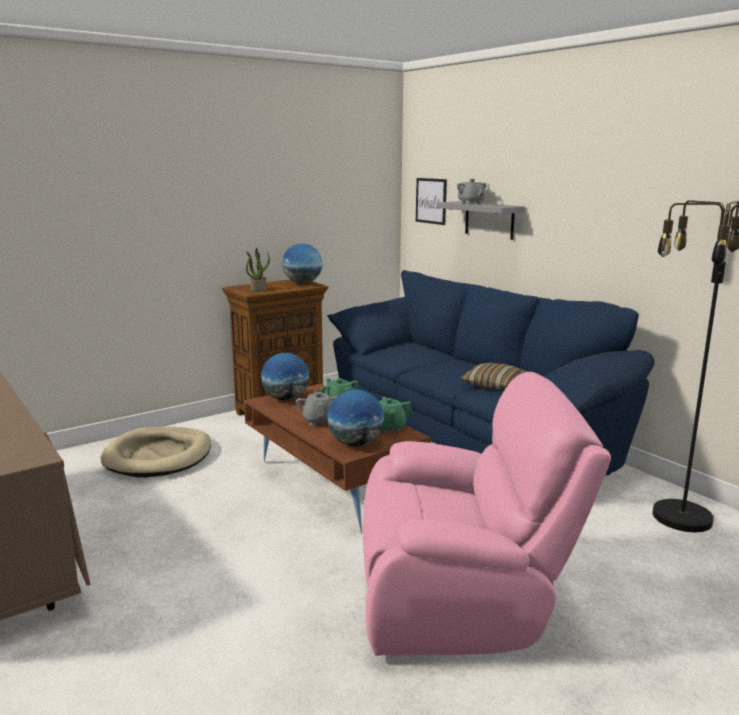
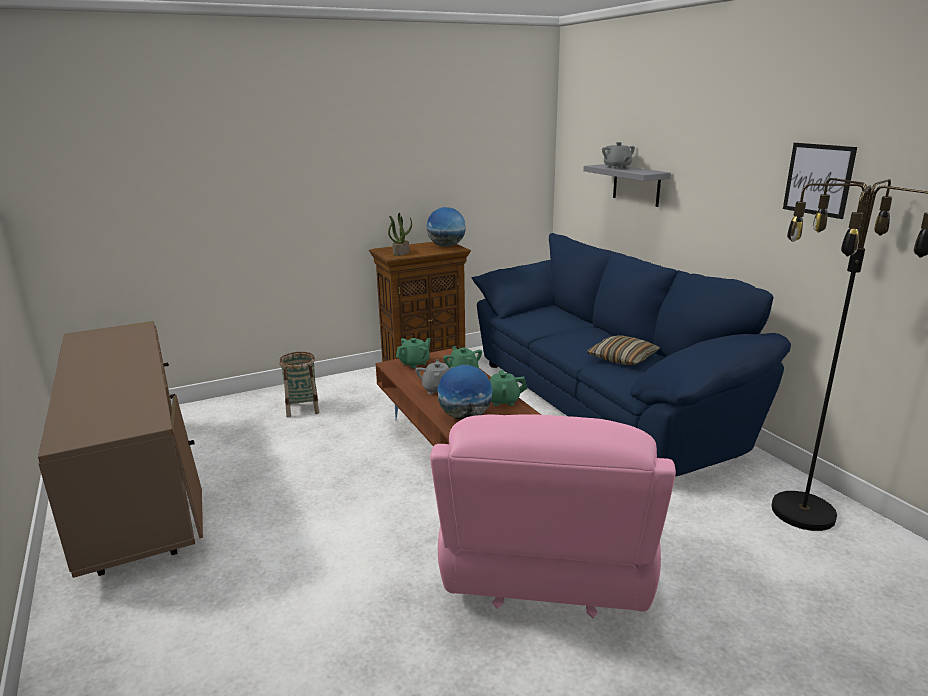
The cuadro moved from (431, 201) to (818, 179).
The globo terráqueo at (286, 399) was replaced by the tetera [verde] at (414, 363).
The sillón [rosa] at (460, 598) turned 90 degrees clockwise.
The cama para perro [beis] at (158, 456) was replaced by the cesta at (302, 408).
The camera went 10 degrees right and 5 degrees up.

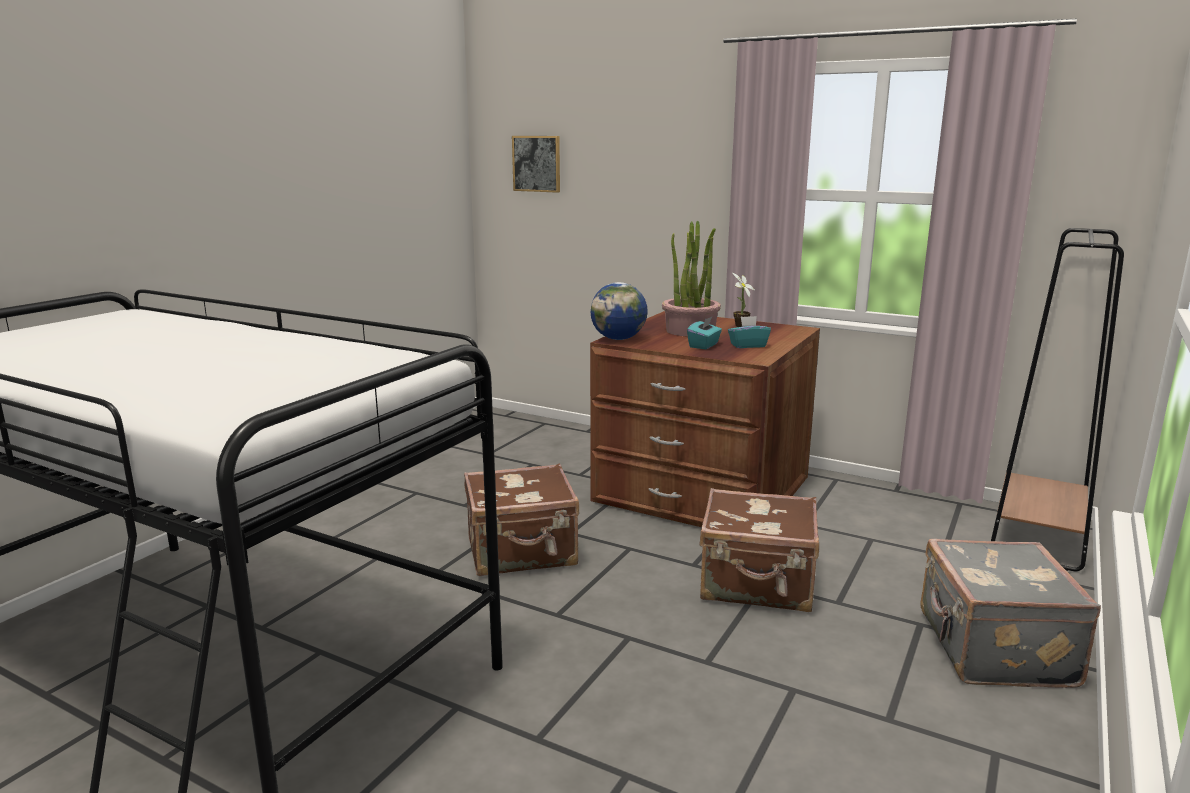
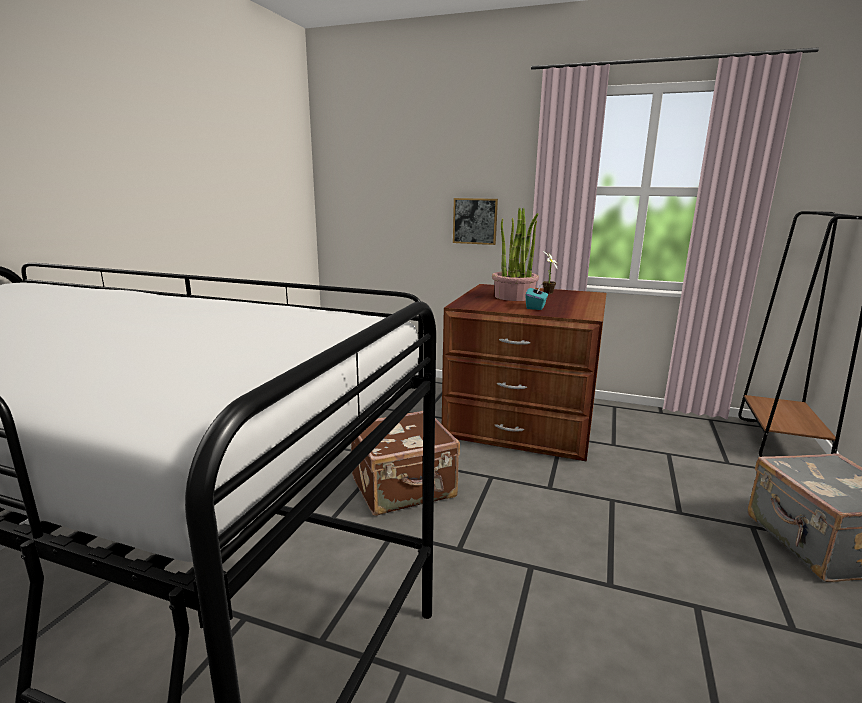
The cuadro moved from (536, 163) to (475, 221).
The globo terráqueo at (618, 339) disappeared.
The caja de pañuelos [turquesa] at (748, 345) disappeared.
The maleta [marrón] at (757, 584) disappeared.
The camera went 10 degrees left and 0 degrees up.

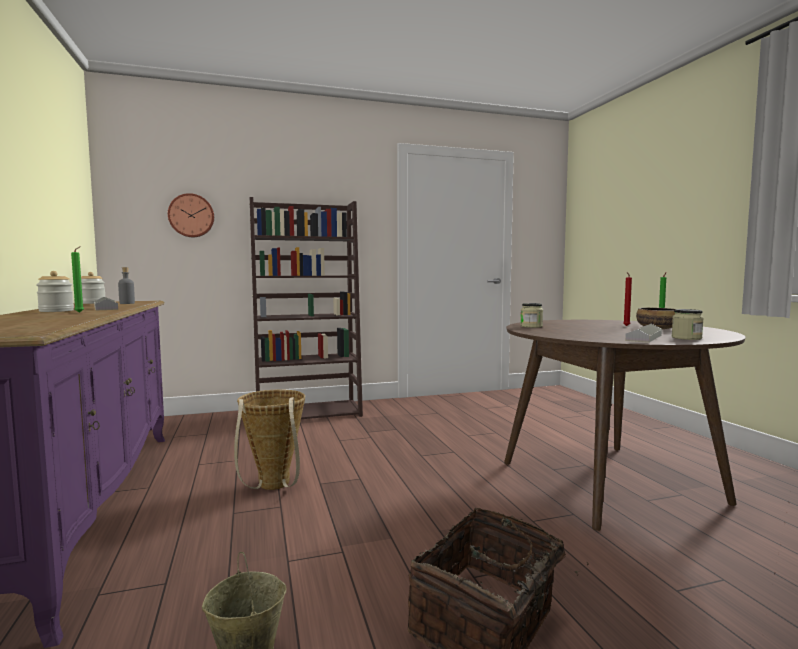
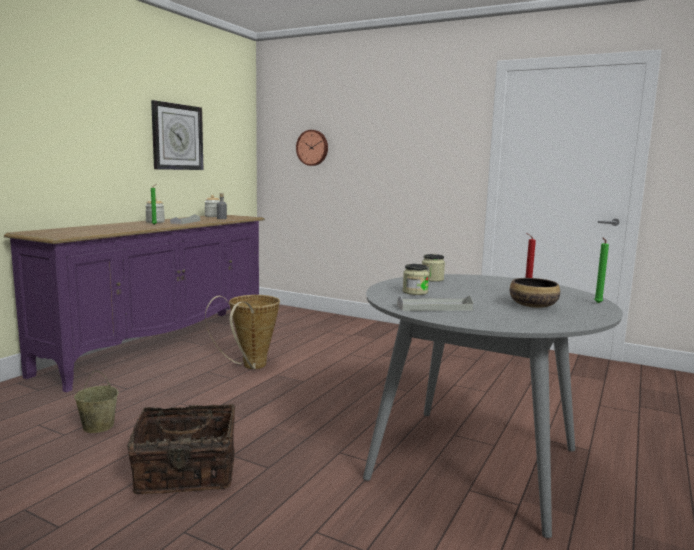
The estantería [marrón] at (309, 413) disappeared.
The tarro moved from (686, 338) to (415, 292).
The mesa de comedor [marrón] at (608, 482) became the mesa de comedor [gris] at (474, 464).
The reloj de pared at (177, 137) appeared.
The camera went 45 degrees right and 5 degrees up.

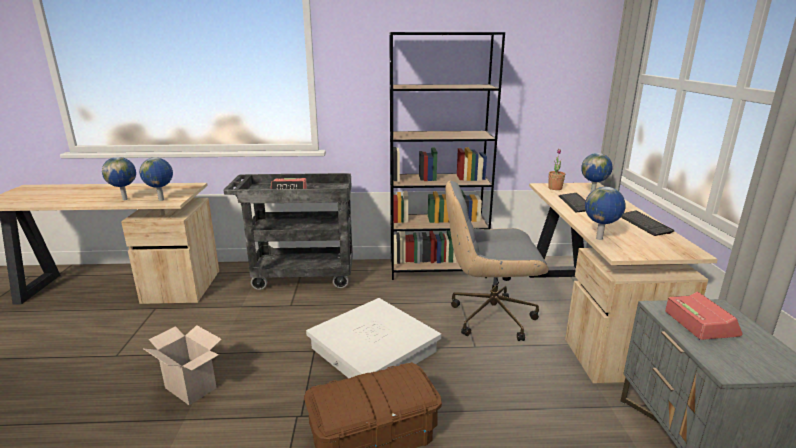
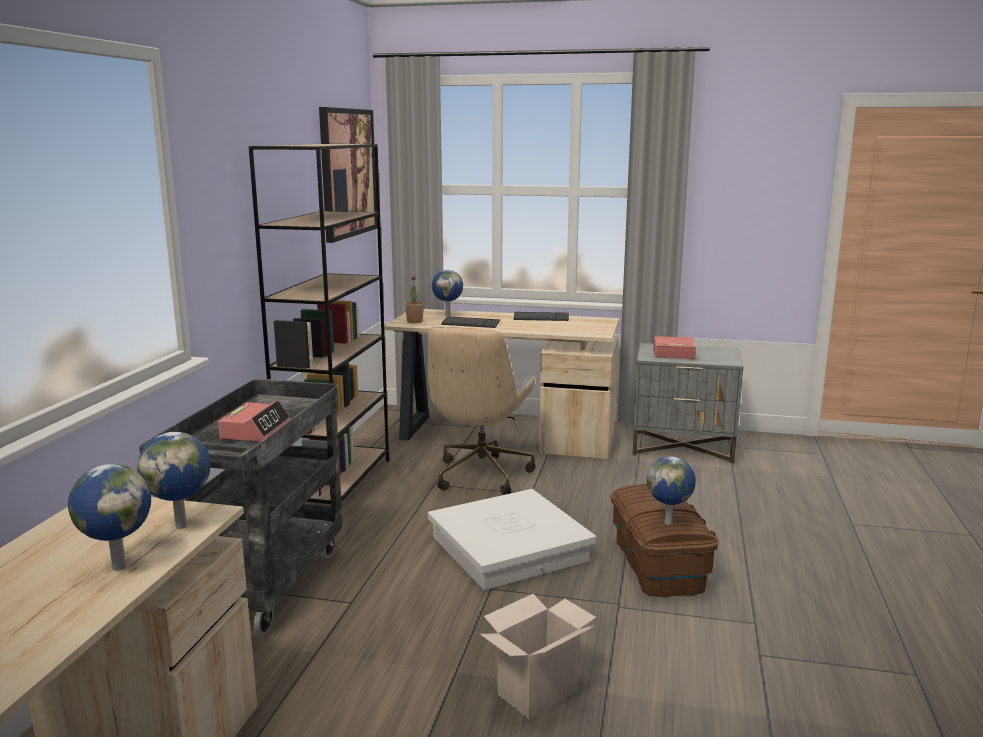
The globo terráqueo moved from (600, 239) to (669, 522).
The cuadro at (347, 173) appeared.
The camera went 75 degrees left and 5 degrees down.

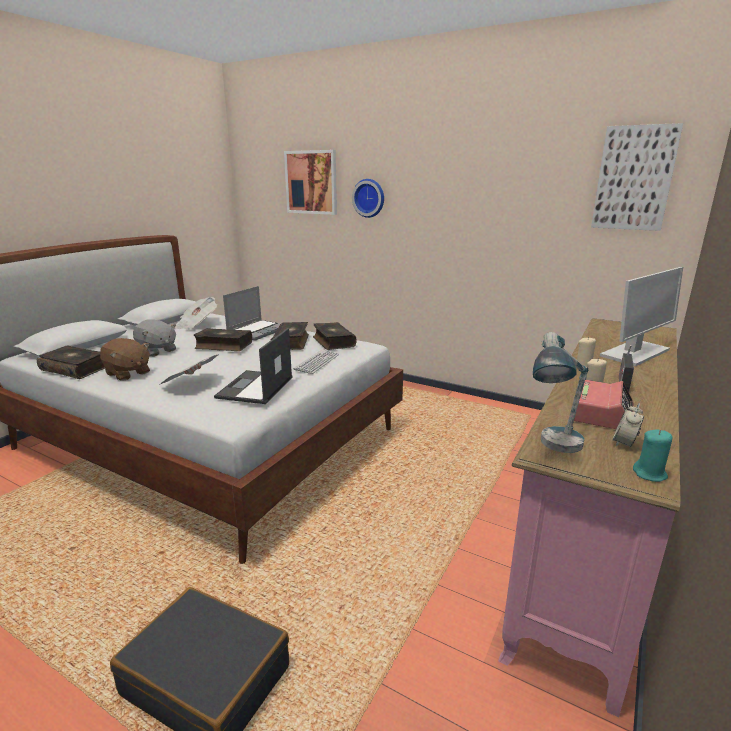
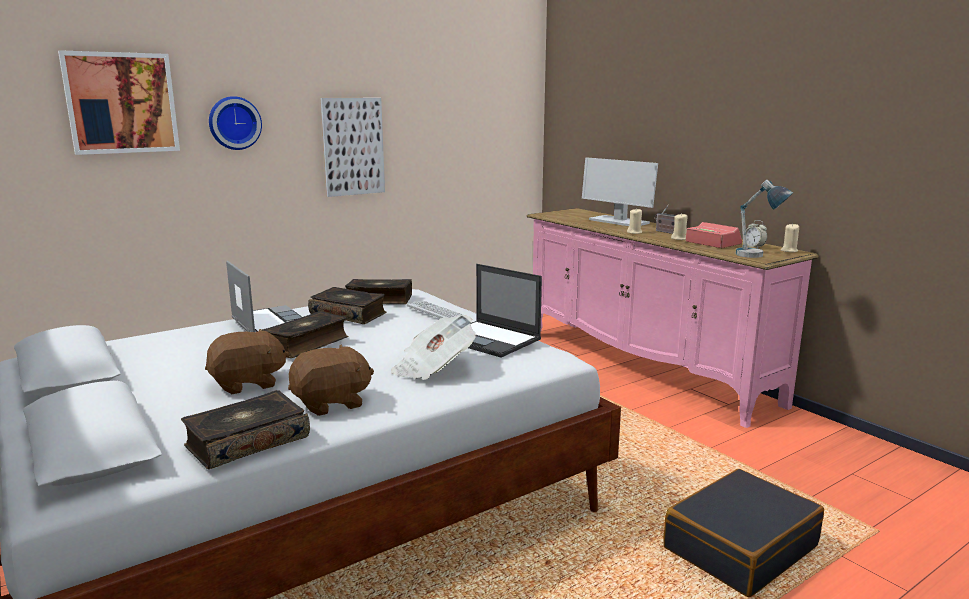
The cuadro moved from (634, 178) to (353, 146).
The monitor at (635, 353) turned 150 degrees clockwise.
The periódico at (196, 325) disappeared.
The peluche [gris] at (156, 351) became the peluche [marrón] at (248, 383).
The vela [turquesa] at (649, 474) became the vela [beis] at (789, 251).
The camera went 65 degrees left and 5 degrees down.

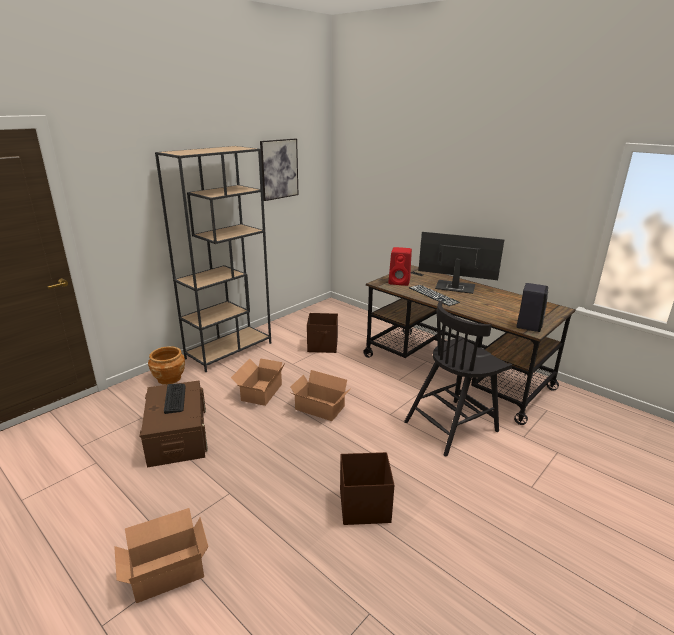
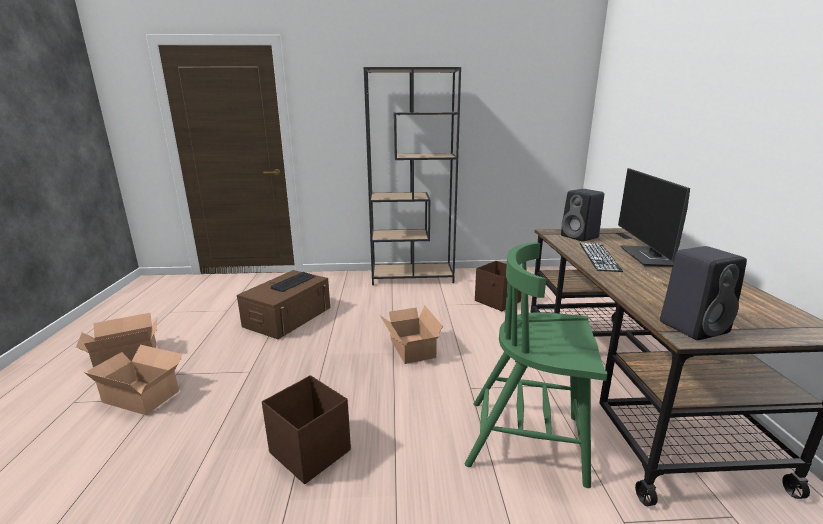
The cuadro at (279, 169) disappeared.
The monitor at (454, 287) turned 150 degrees counterclockwise.
The altavoz [rojo] at (400, 282) became the altavoz [negro] at (580, 237).
The silla [negro] at (452, 425) became the silla [verde] at (528, 440).
The maceta [marrón] at (169, 378) disappeared.
The caja de cartón moved from (259, 392) to (125, 356).
The camera went 45 degrees right and 5 degrees down.

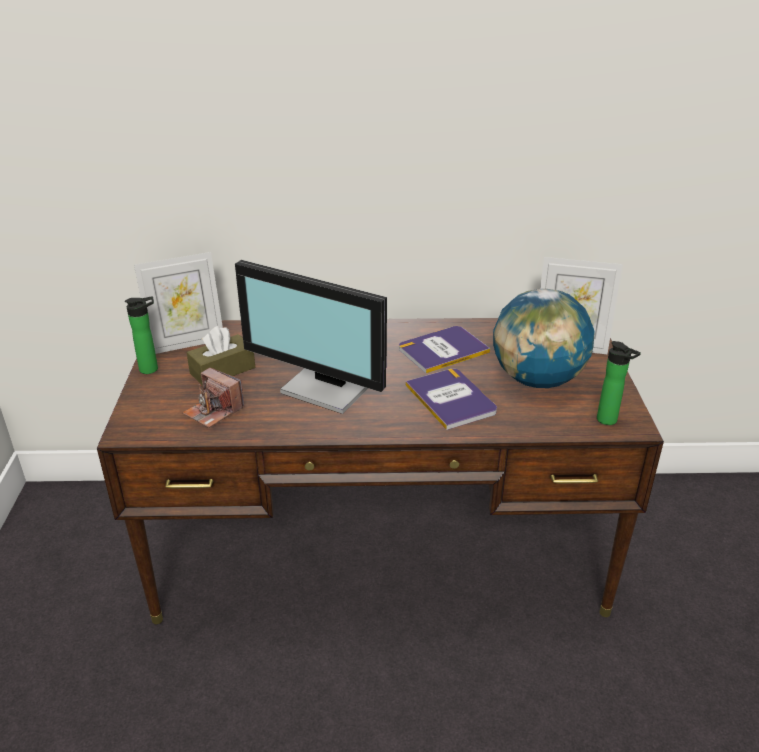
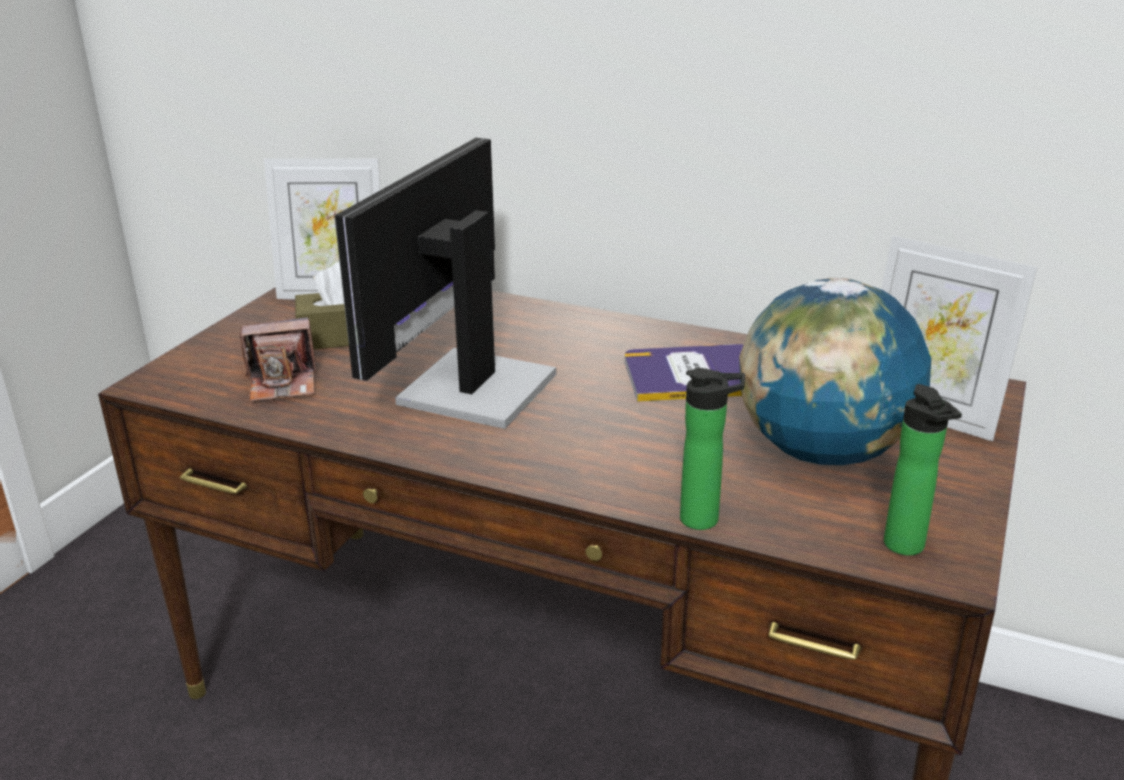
The monitor at (329, 387) turned 60 degrees clockwise.
The botella moved from (152, 369) to (705, 520).
The cámara at (214, 411) turned 75 degrees counterclockwise.
The libro at (451, 399) disappeared.
The camera went 25 degrees right and 5 degrees down.

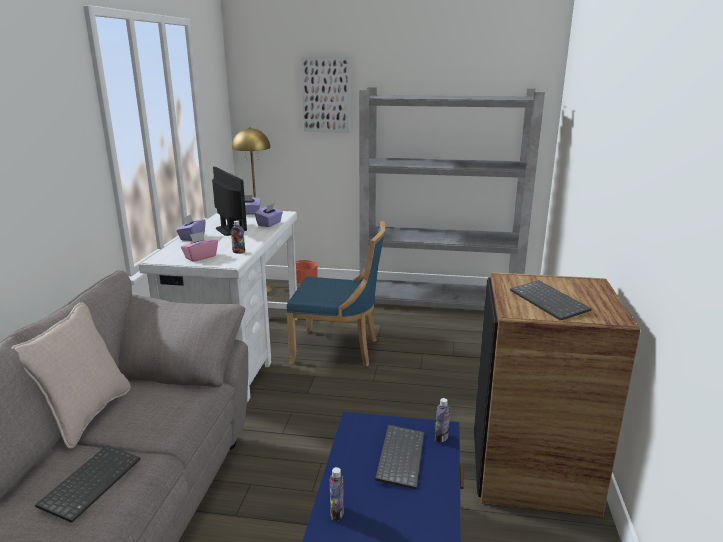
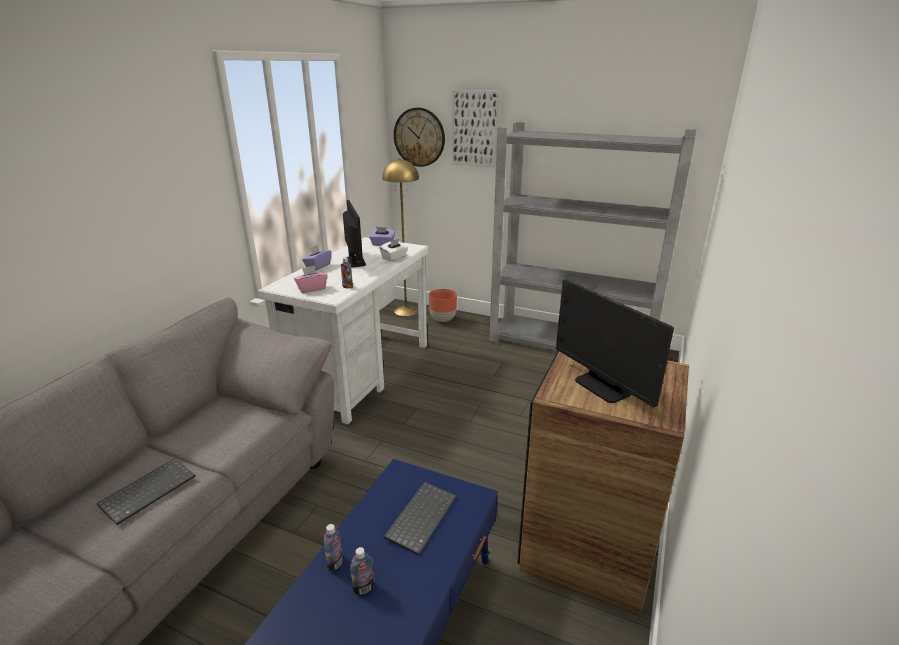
The caja de pañuelos [morado] at (269, 224) became the caja de pañuelos [blanco] at (394, 258).
The silla [azul] at (339, 350) disappeared.
The teclado at (550, 302) was replaced by the monitor at (603, 386).
The cojín [beis] at (86, 415) disappeared.
The botella moved from (441, 438) to (363, 588).
The reloj de pared at (419, 137) appeared.
The camera went 15 degrees right and 5 degrees up.

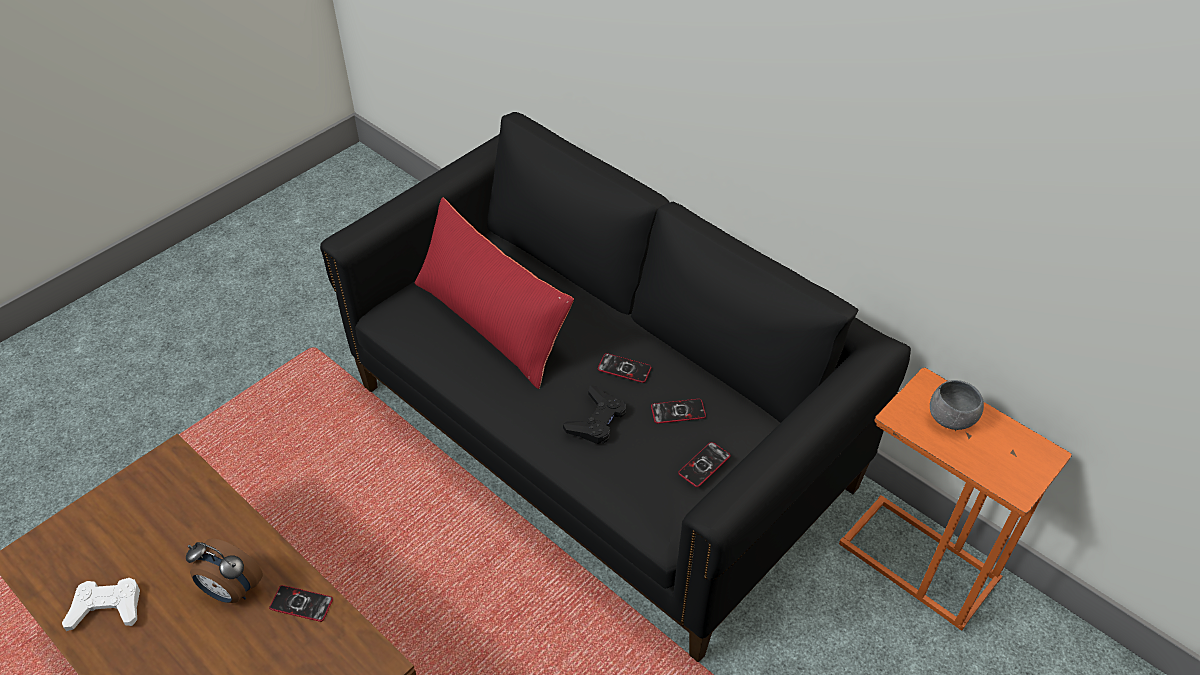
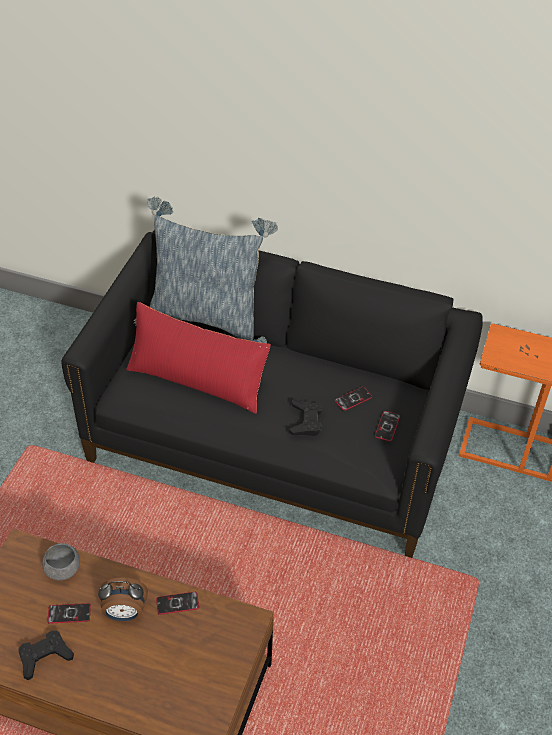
The móvil moved from (624, 369) to (69, 614).
The cuenco [gris] moved from (951, 418) to (63, 570).
The mando de consola [blanco] at (107, 608) became the mando de consola [negro] at (44, 656).
The cojín at (207, 327) appeared.
The camera went 25 degrees left and 0 degrees up.

